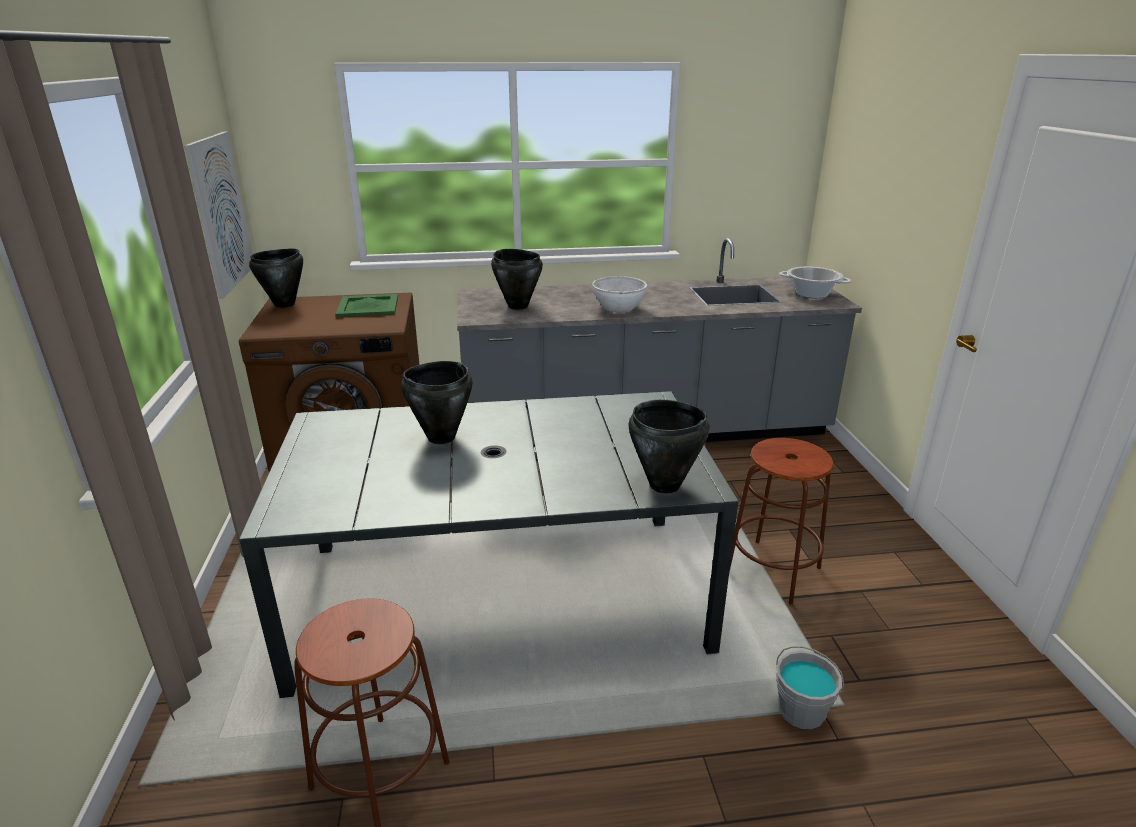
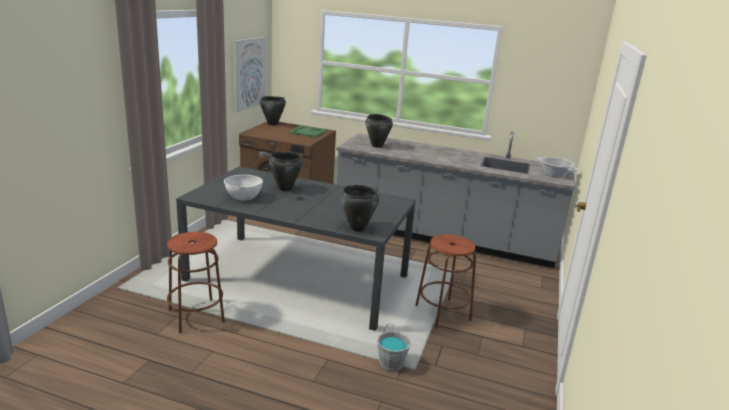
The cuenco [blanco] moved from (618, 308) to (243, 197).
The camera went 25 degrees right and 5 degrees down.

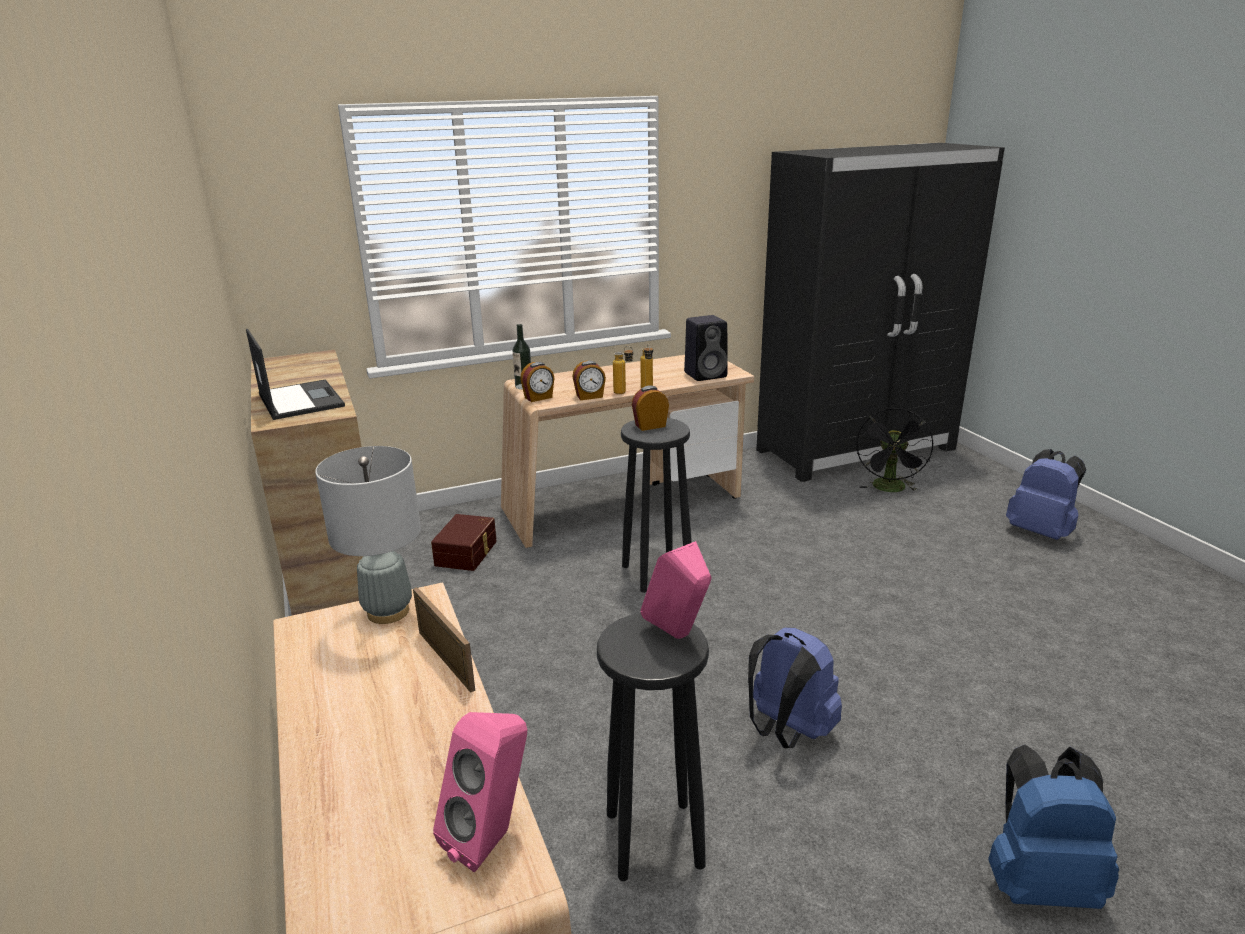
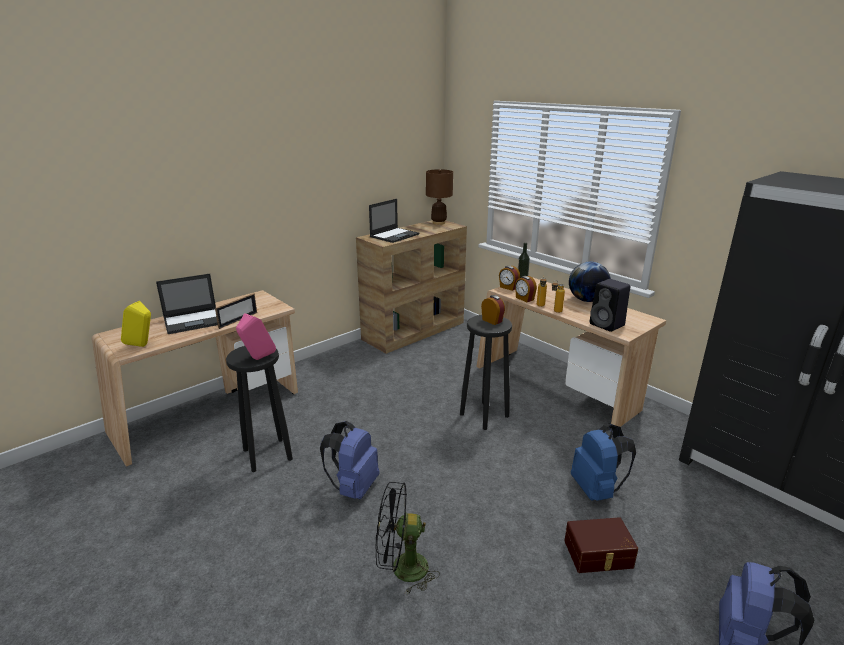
The ventilador [negro] moved from (890, 489) to (401, 569).
The lámpara de mesa [gris] at (387, 612) disappeared.
The caja de almacenaje [marrón] moved from (467, 553) to (599, 555).
The altavoz [rosa] at (492, 837) became the altavoz [amarillo] at (142, 346).
The mochila [azul] moved from (1038, 882) to (596, 490).
The lámpara de mesa [marrón] at (438, 223) appeared.
The globo terráqueo at (587, 300) appeared.
The portátil at (193, 321) appeared.
The camera went 70 degrees right and 0 degrees up.

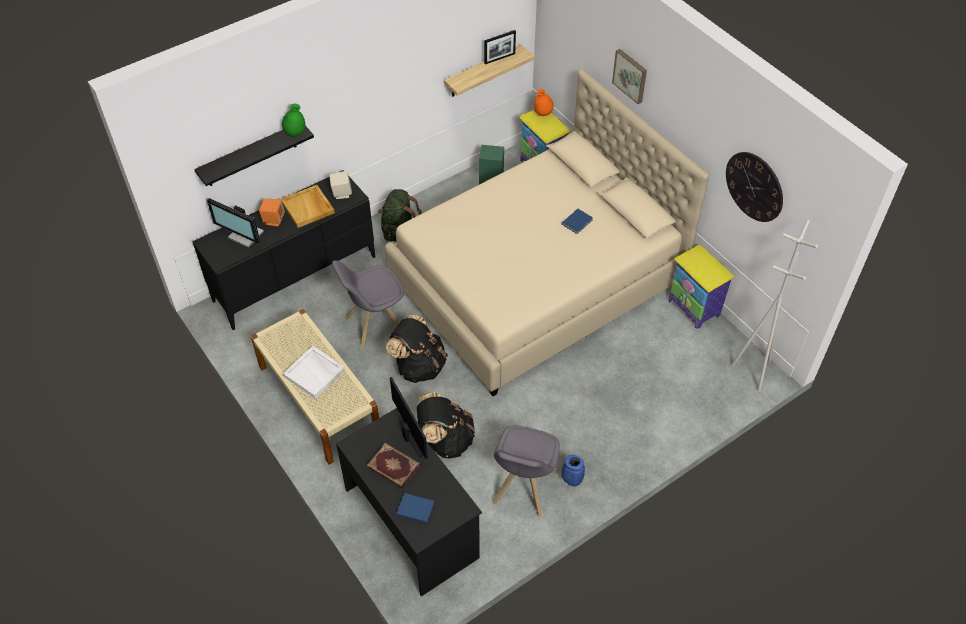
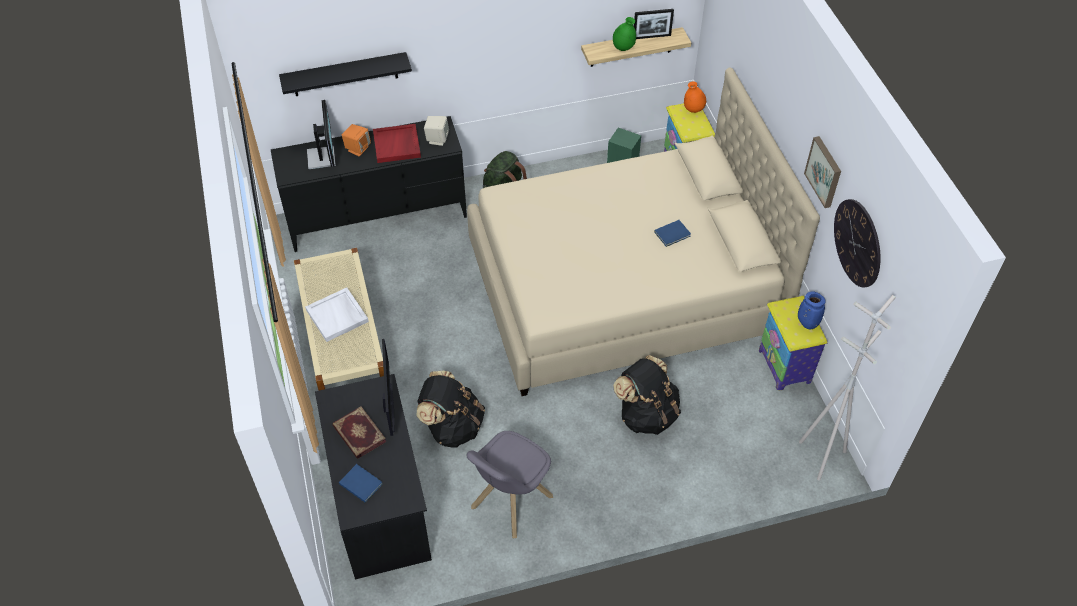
The cuadro moved from (630, 75) to (824, 171).
The florero [verde] moved from (295, 133) to (623, 47).
The bandeja [beis] at (308, 208) became the bandeja [rojo] at (397, 145).
The monitor at (245, 236) turned 150 degrees counterclockwise.
The silla [gris] at (375, 325) disappeared.
The mochila [negro] moved from (419, 365) to (647, 414).
The florero [azul] moved from (571, 480) to (806, 323).
The camera went 20 degrees right and 0 degrees up.

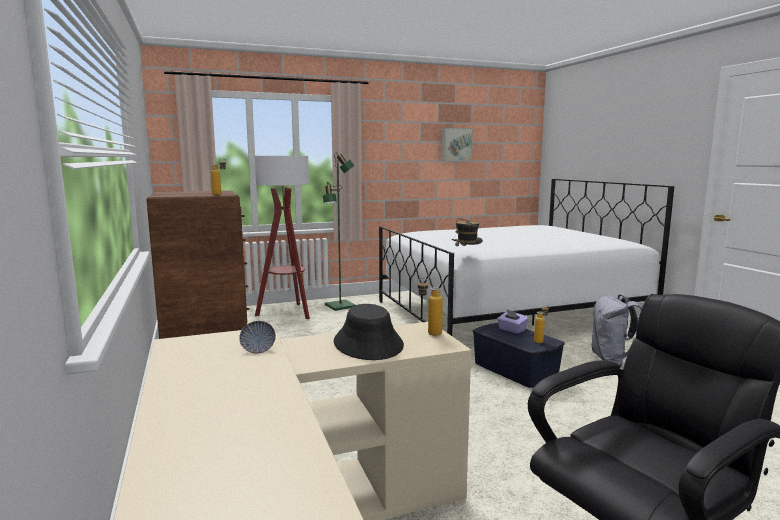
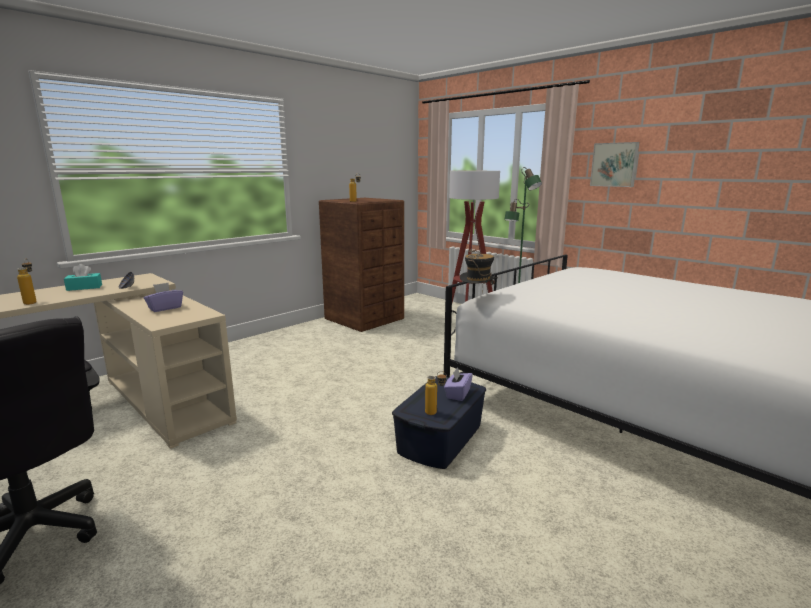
The cuadro moved from (456, 144) to (614, 164).
The botella moved from (429, 333) to (32, 302).
The mochila [gris] at (615, 362) disappeared.
The sombrero [negro] at (368, 344) was replaced by the caja de pañuelos [morado] at (165, 308).
The caja de pañuelos [turquesa] at (84, 287) appeared.
The camera went 65 degrees right and 5 degrees up.

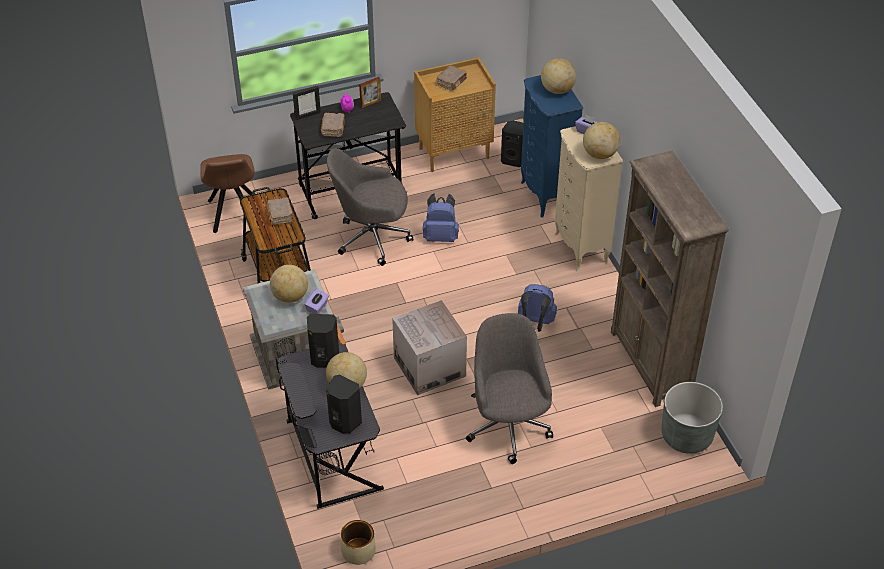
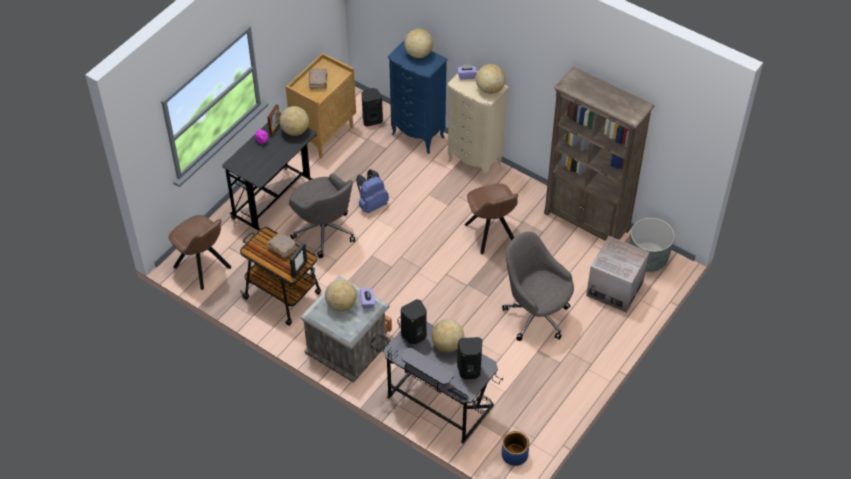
The portarretratos moved from (307, 115) to (299, 269).
The libro [marrón] at (333, 129) disappeared.
The silla de oficina [gris] at (372, 239) turned 90 degrees counterclockwise.
The mochila [azul] at (535, 323) was replaced by the silla [marrón] at (491, 234).
The caja de cartón moved from (429, 367) to (614, 288).
The maceta [beis] at (358, 551) became the maceta [azul] at (514, 454).
The globo terráqueo at (295, 131) appeared.
The camera went 35 degrees left and 5 degrees up.

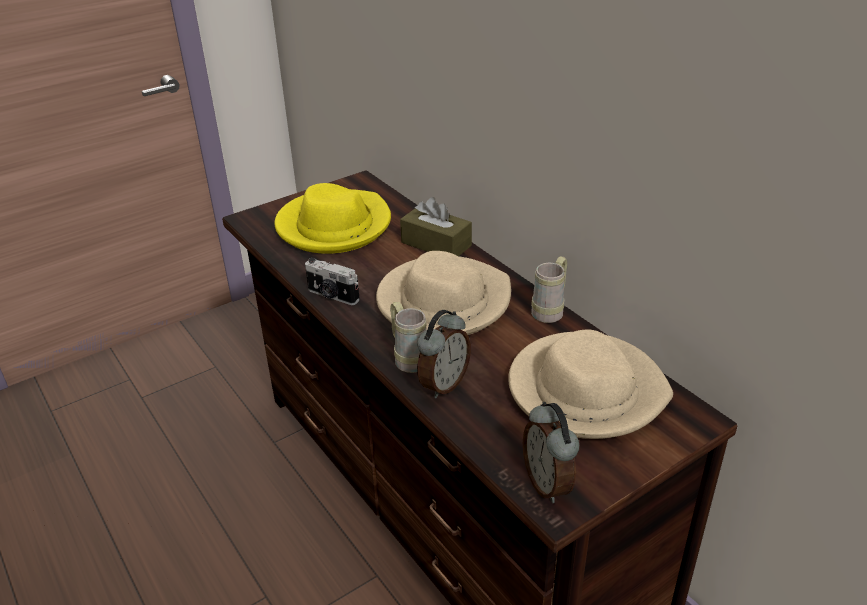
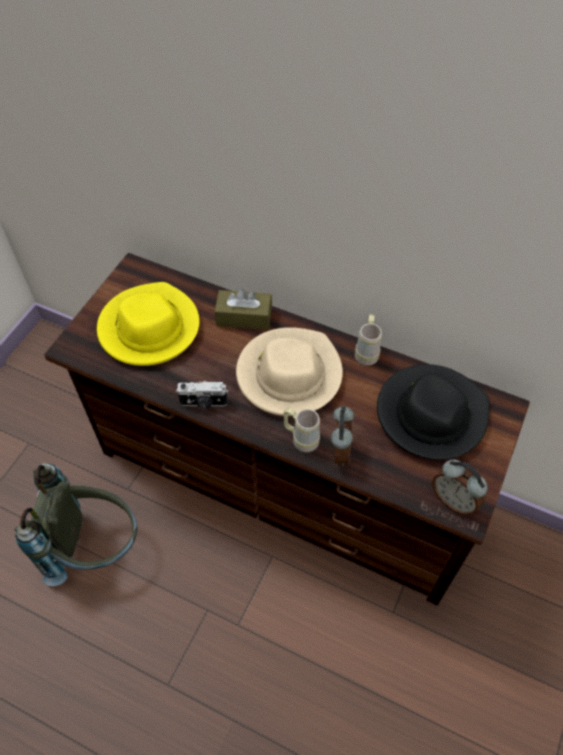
The sombrero [beis] at (585, 390) became the sombrero [negro] at (431, 414).
The mochila [gris] at (95, 548) appeared.
The camera went 30 degrees left and 20 degrees up.

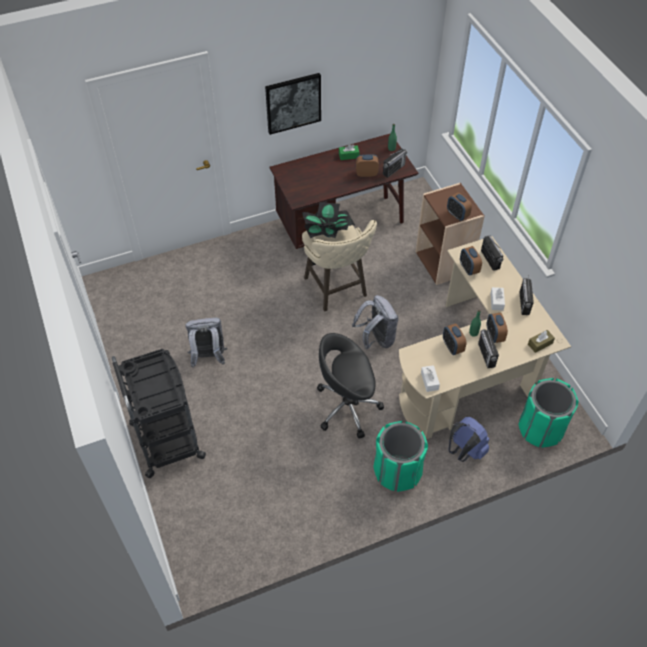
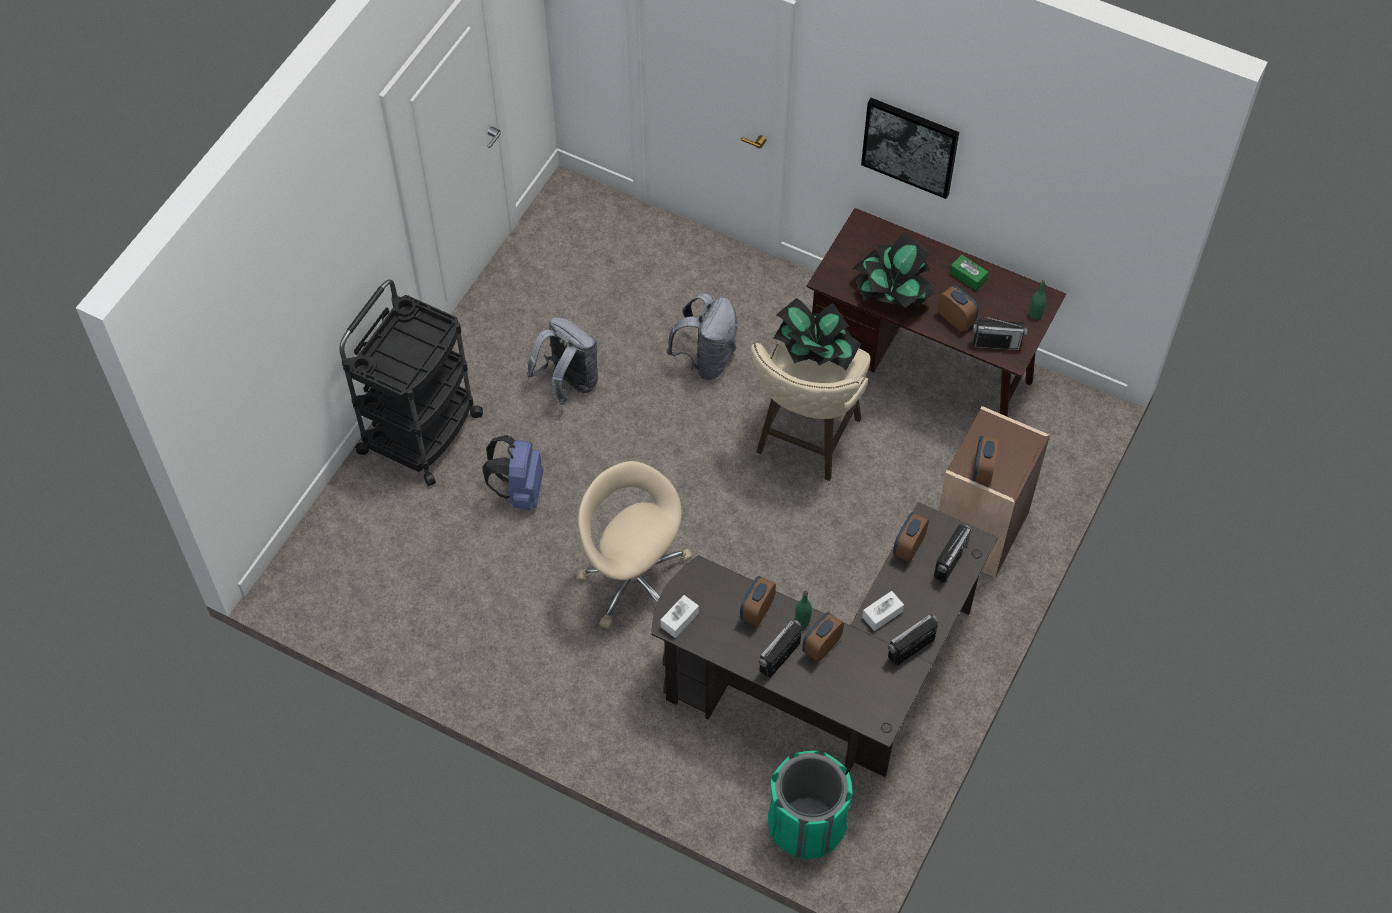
The escritorio [beis] at (474, 369) became the escritorio [negro] at (829, 686).
The mochila [gris] moved from (376, 339) to (706, 359).
The caja de pañuelos [marrón] at (540, 344) disappeared.
The silla de oficina [negro] at (346, 407) became the silla de oficina [beis] at (633, 580).
The mochila [azul] moved from (464, 451) to (519, 490).
The papelera [verde] at (397, 471) disappeared.
The planta en maceta at (891, 294) appeared.
The camera went 50 degrees right and 5 degrees up.

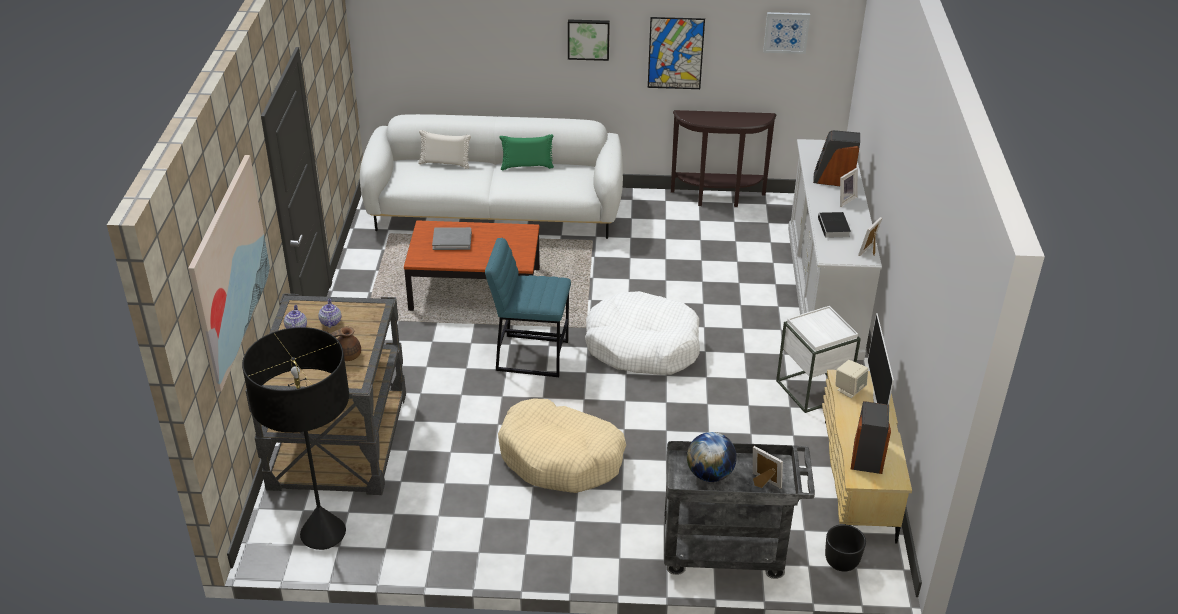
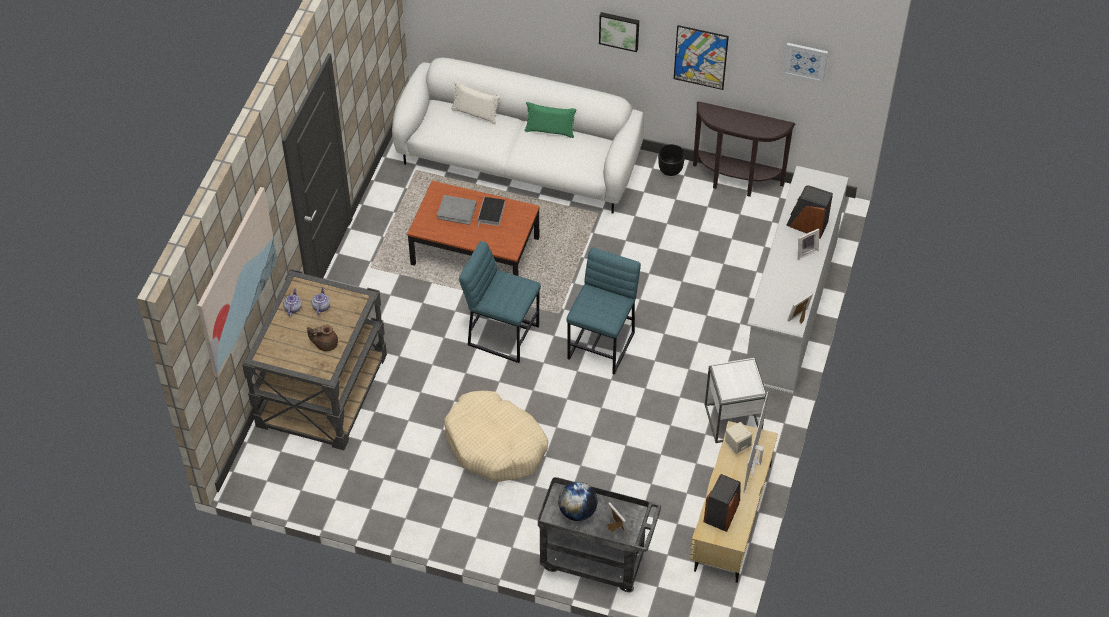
The libro moved from (834, 228) to (491, 213).
The cama para perro [blanco] at (642, 346) was replaced by the taburete [azul] at (602, 344).
The lámpara de pie [negro] at (323, 536) disappeared.
The maceta [negro] moved from (842, 562) to (670, 169).
The camera went 15 degrees right and 15 degrees up.

